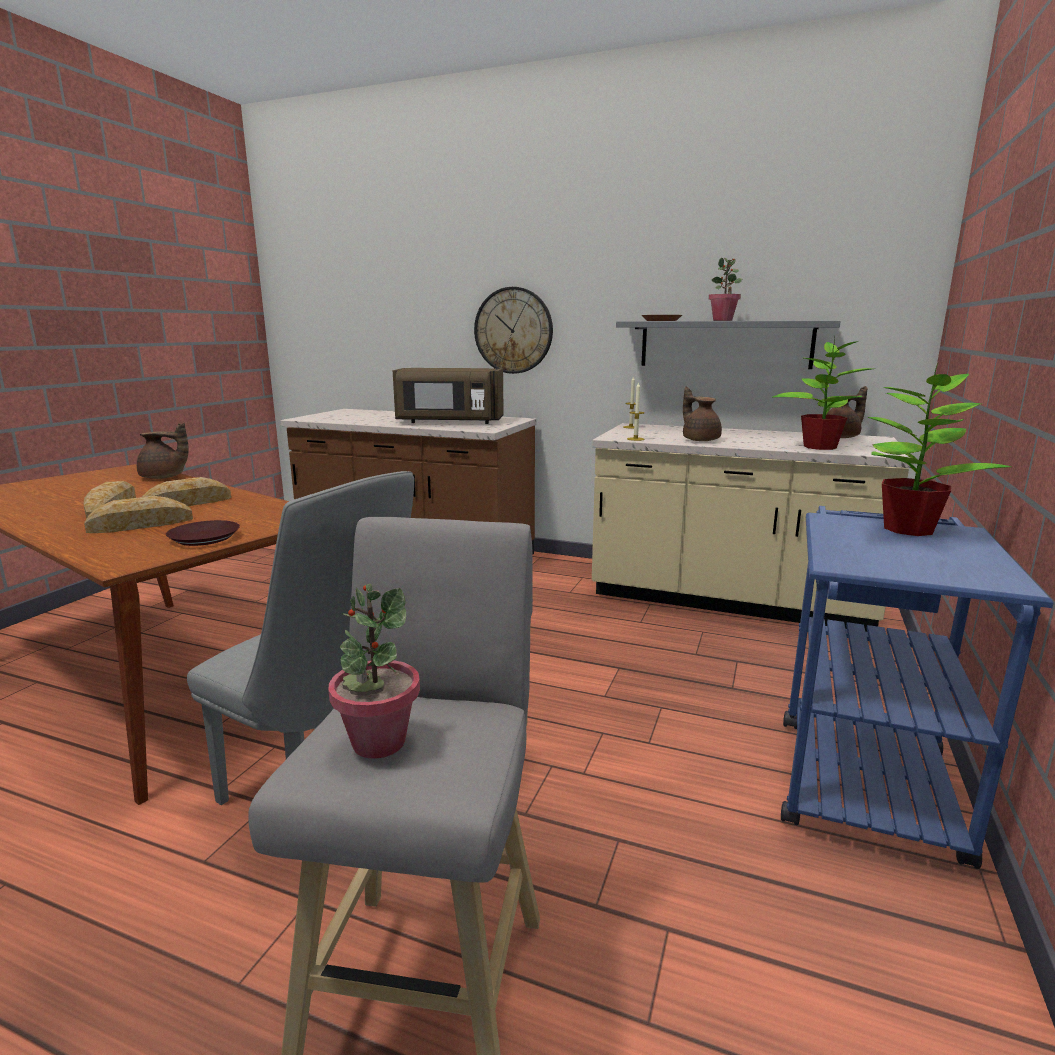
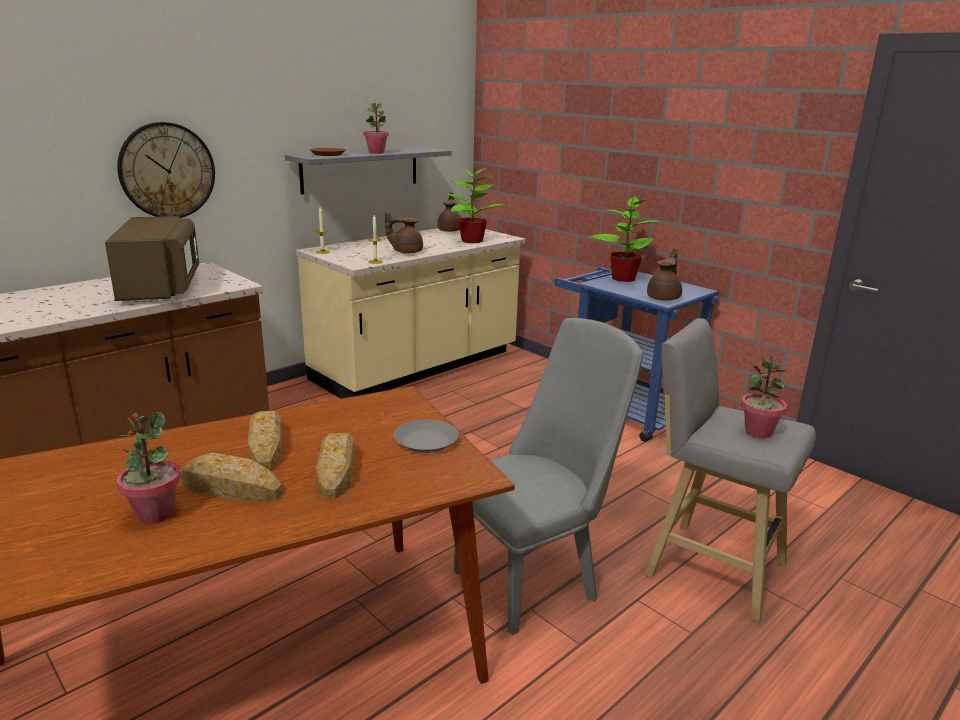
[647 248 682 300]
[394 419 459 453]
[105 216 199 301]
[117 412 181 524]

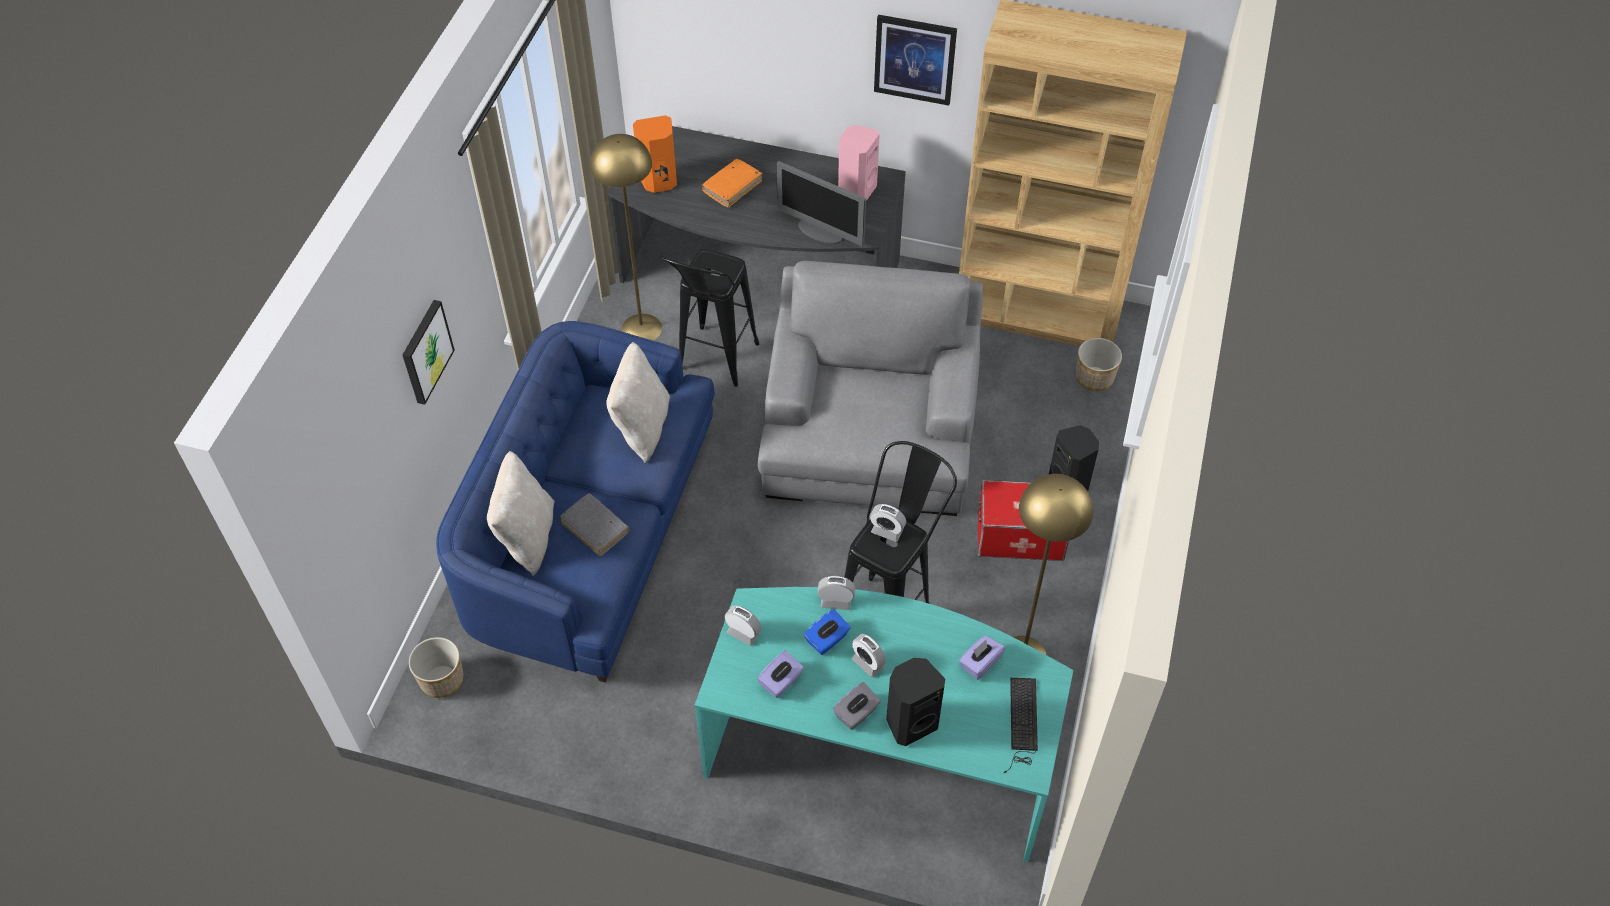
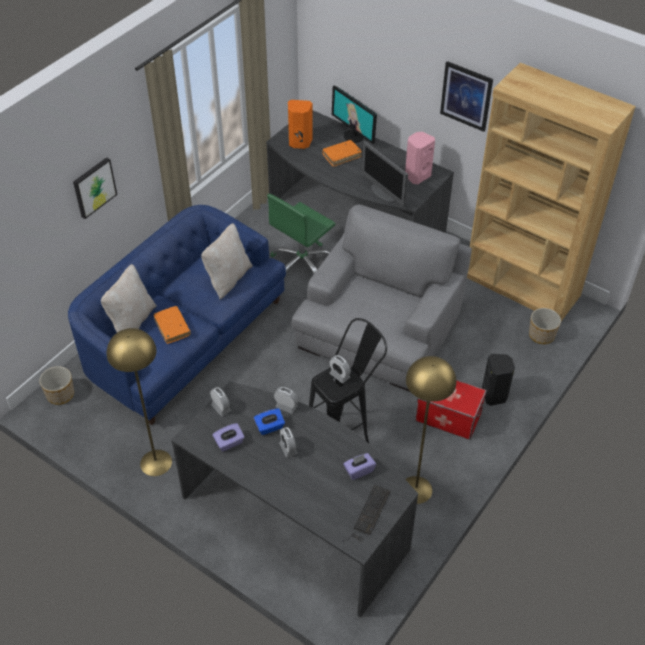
[154 306 191 344]
[107 328 172 476]
[267 194 336 273]
[171 381 418 618]
[833 682 881 730] (first image)
[886 658 945 746] (first image)
[332 85 377 144]

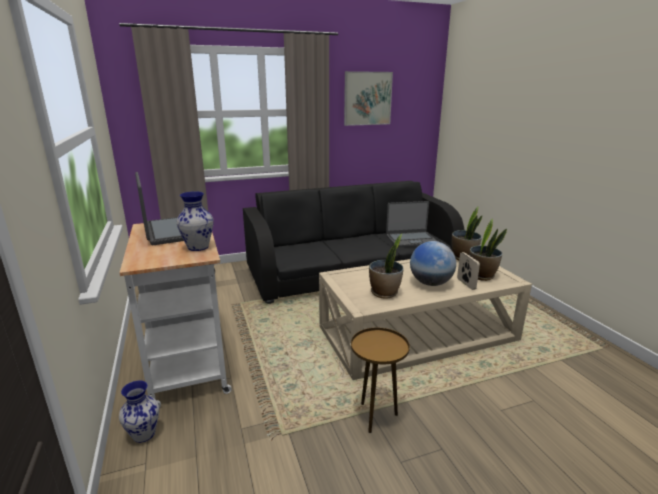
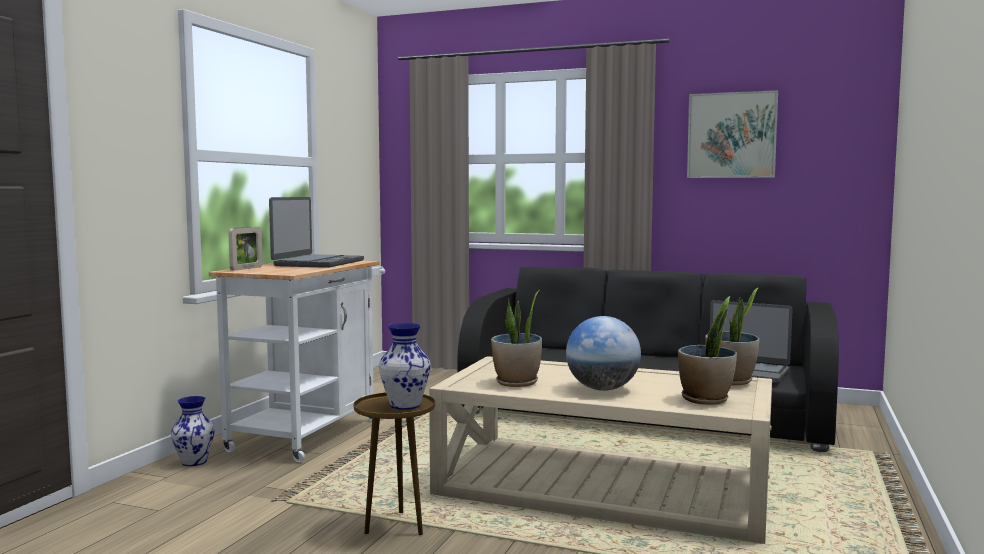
[379 323 431 410]
[228 227 263 270]

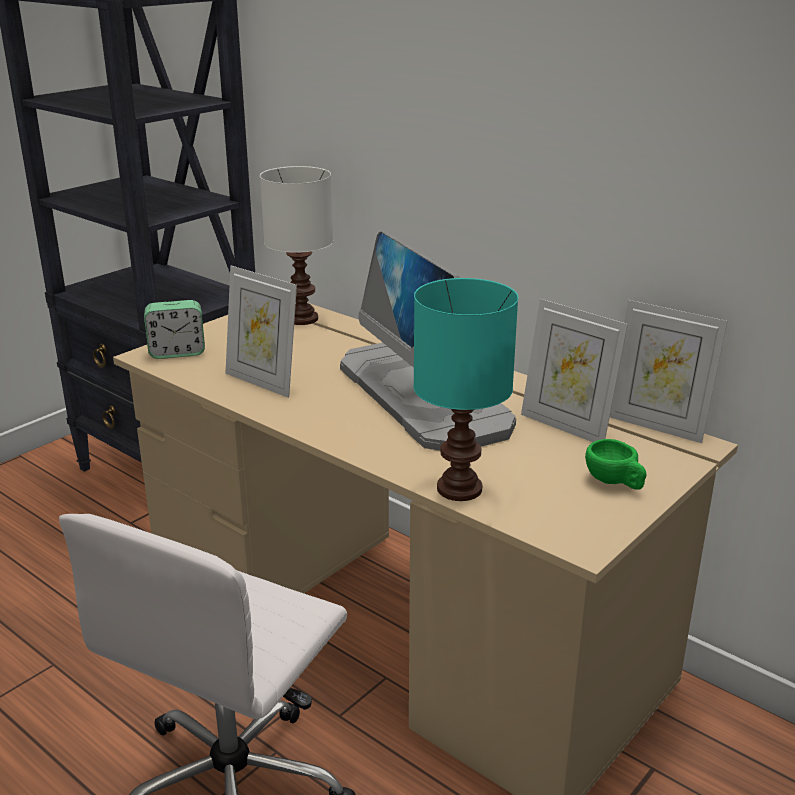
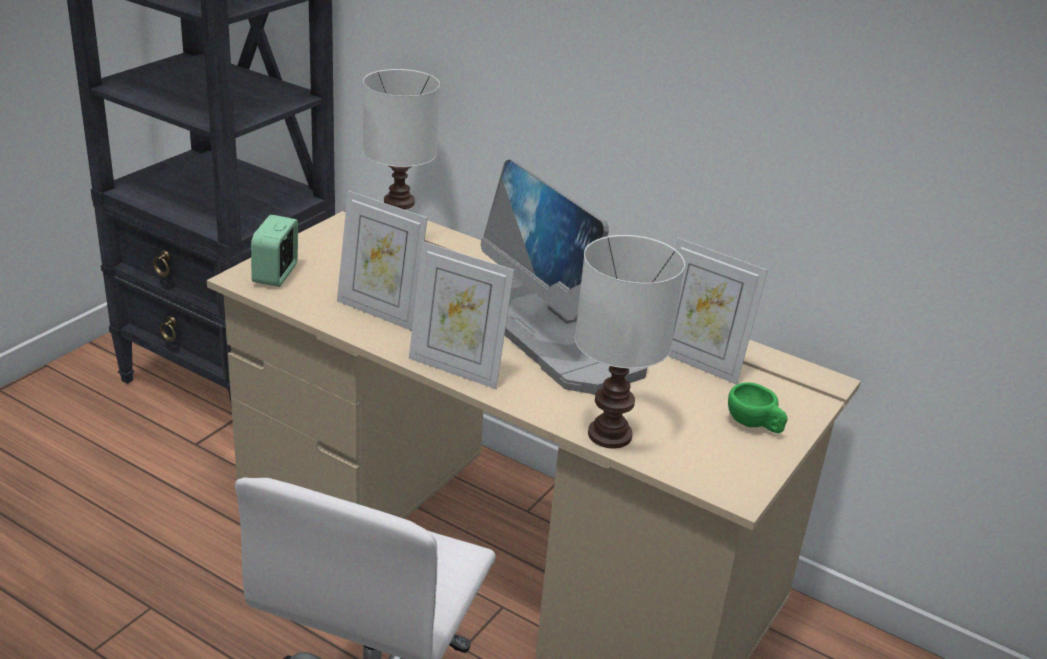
[251 215 298 287]
[575 235 685 449]
[409 242 514 389]

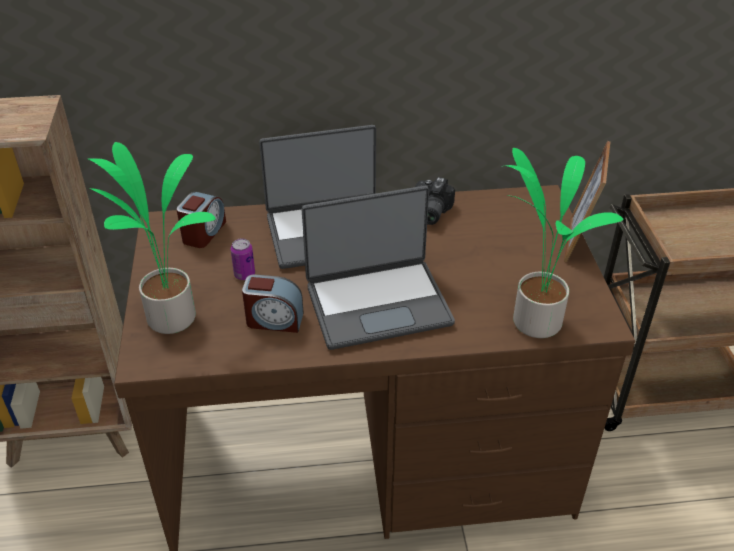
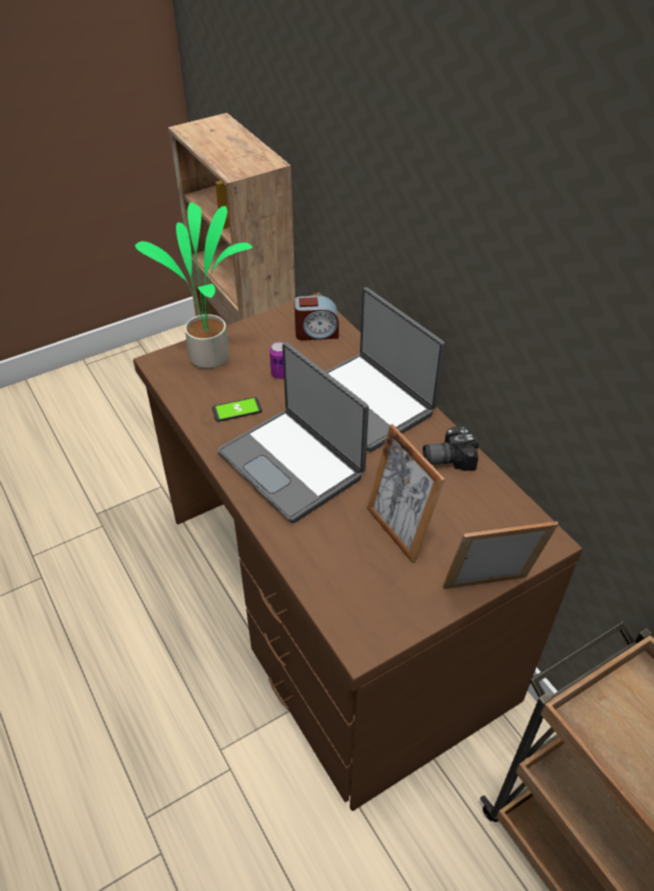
[212 397 262 422]
[501 148 623 338] (first image)
[366 424 445 563]

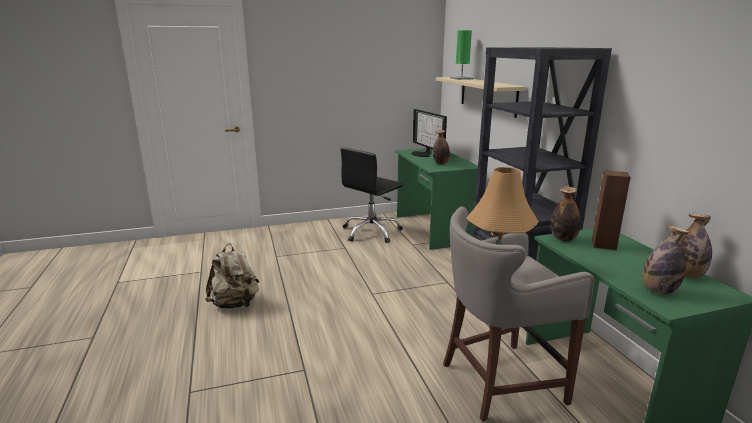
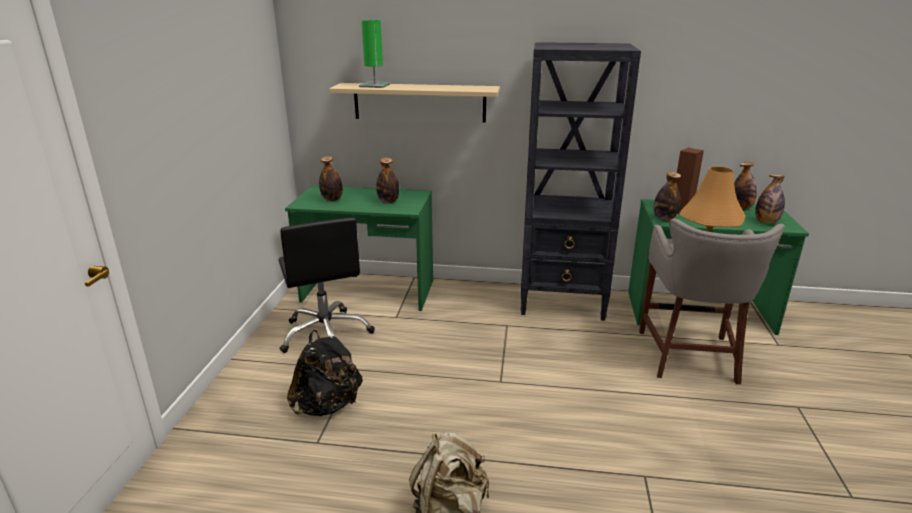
[319 156 343 201]
[287 330 363 416]

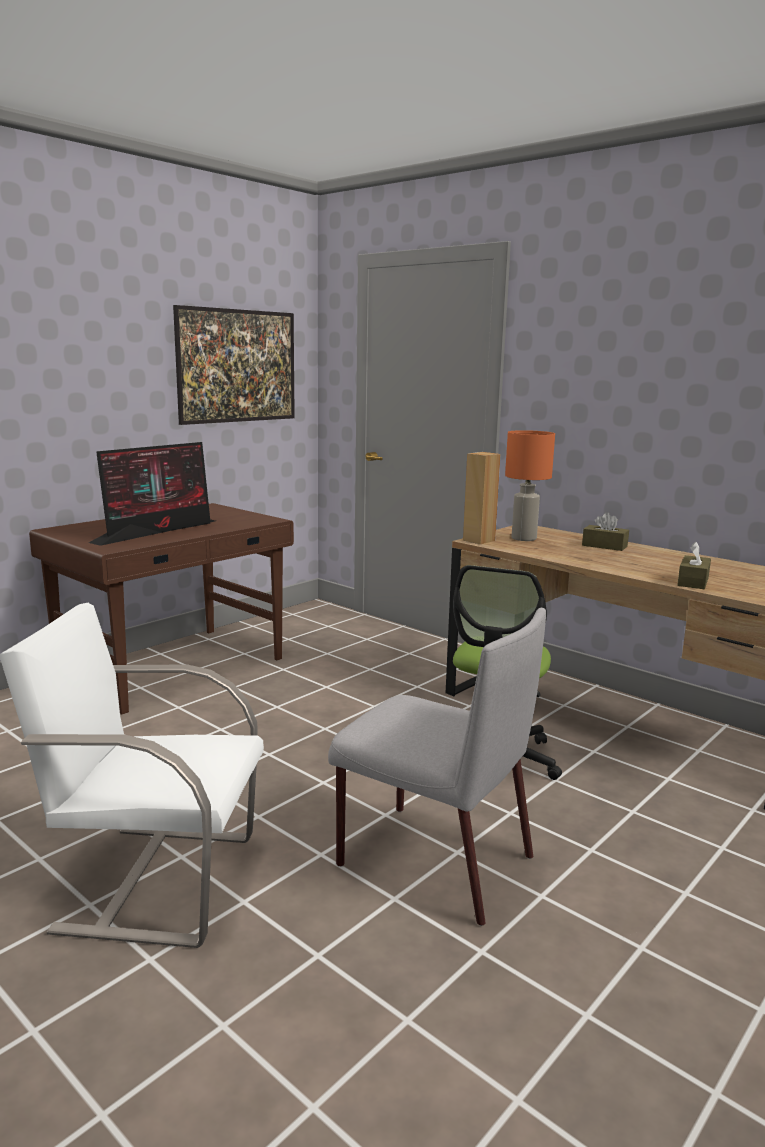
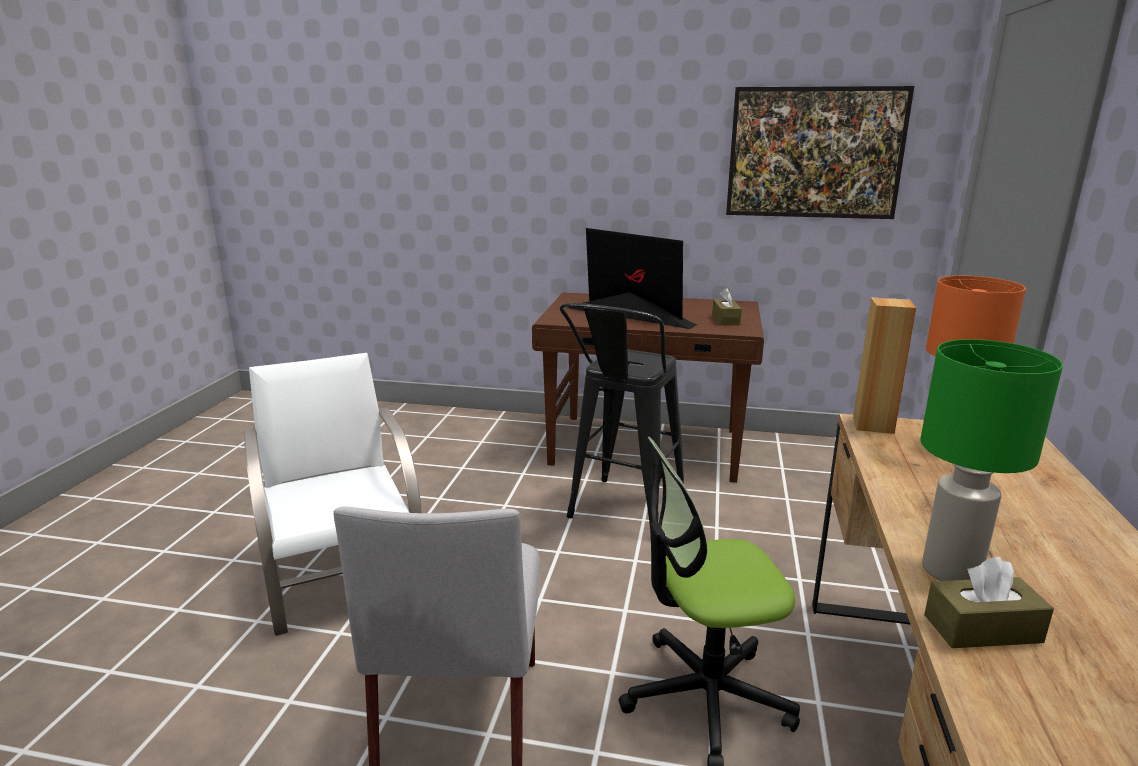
[567 228 697 329]
[712 288 742 325]
[560 303 684 524]
[920 339 1063 581]

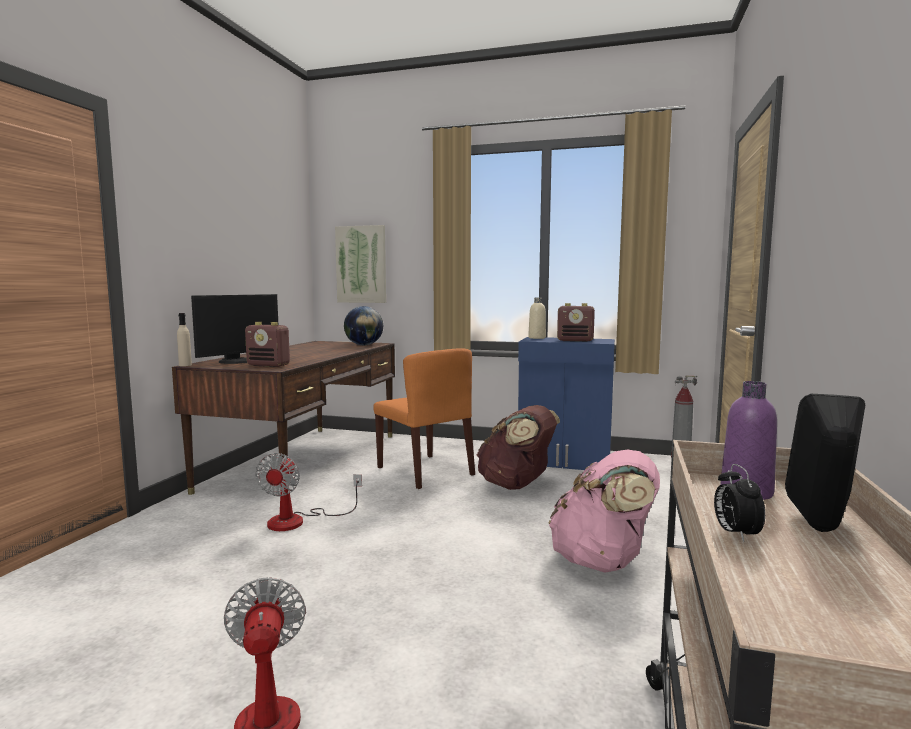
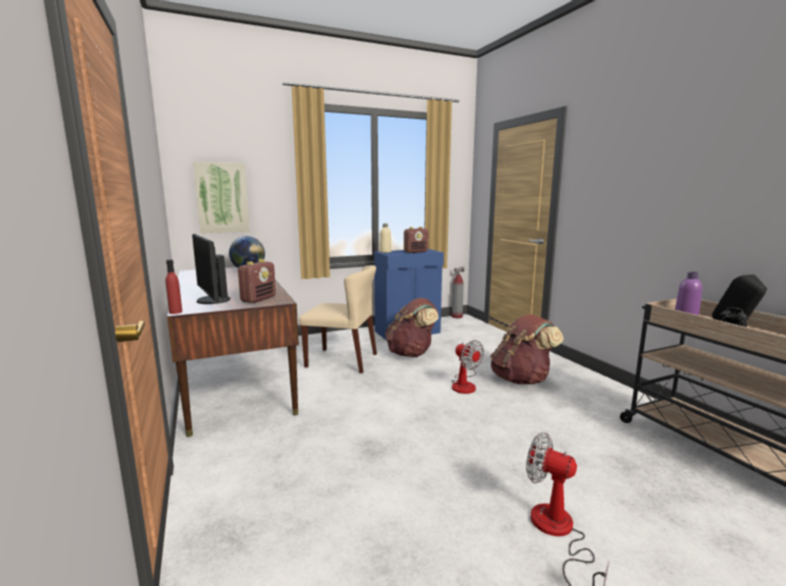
[166 260 182 314]
[192 234 230 304]
[238 259 276 303]
[451 340 484 394]
[299 265 377 373]
[490 314 564 384]

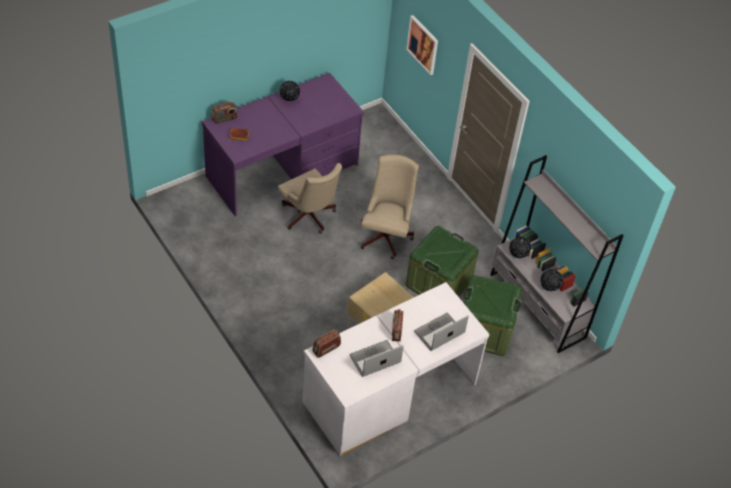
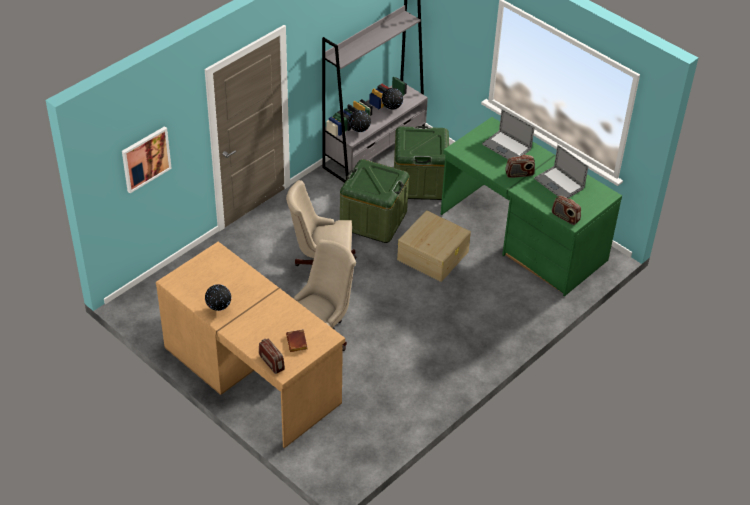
[156 242 345 448]
[441 117 622 296]

